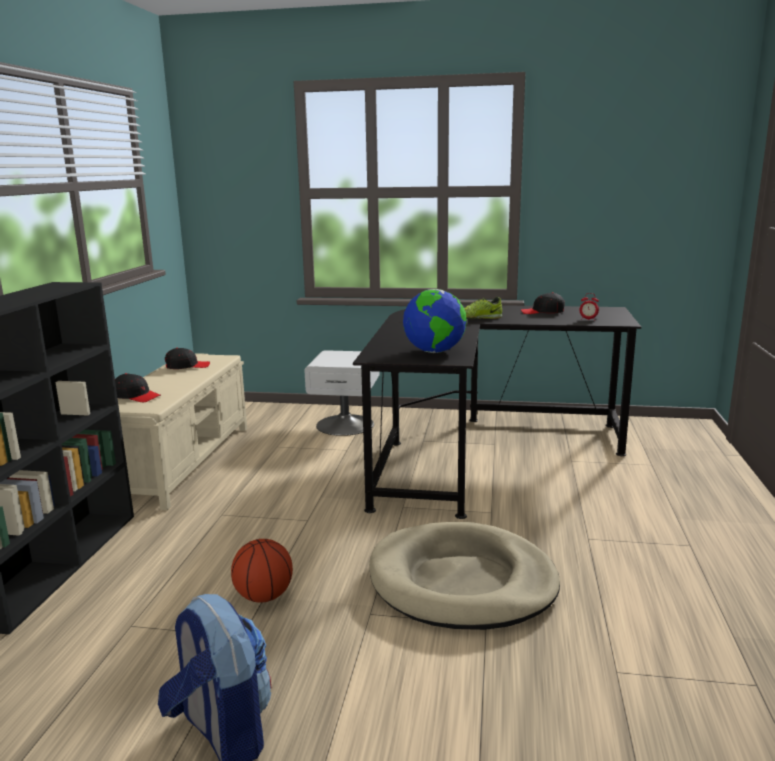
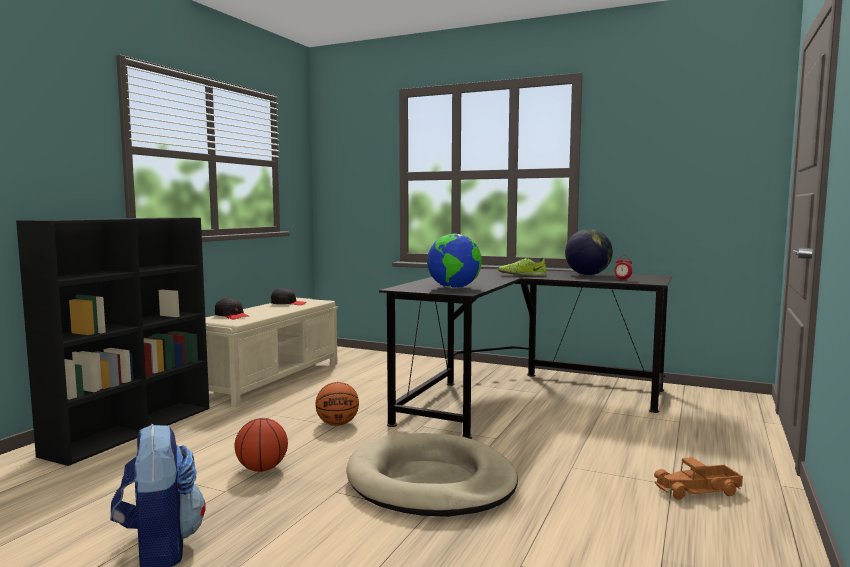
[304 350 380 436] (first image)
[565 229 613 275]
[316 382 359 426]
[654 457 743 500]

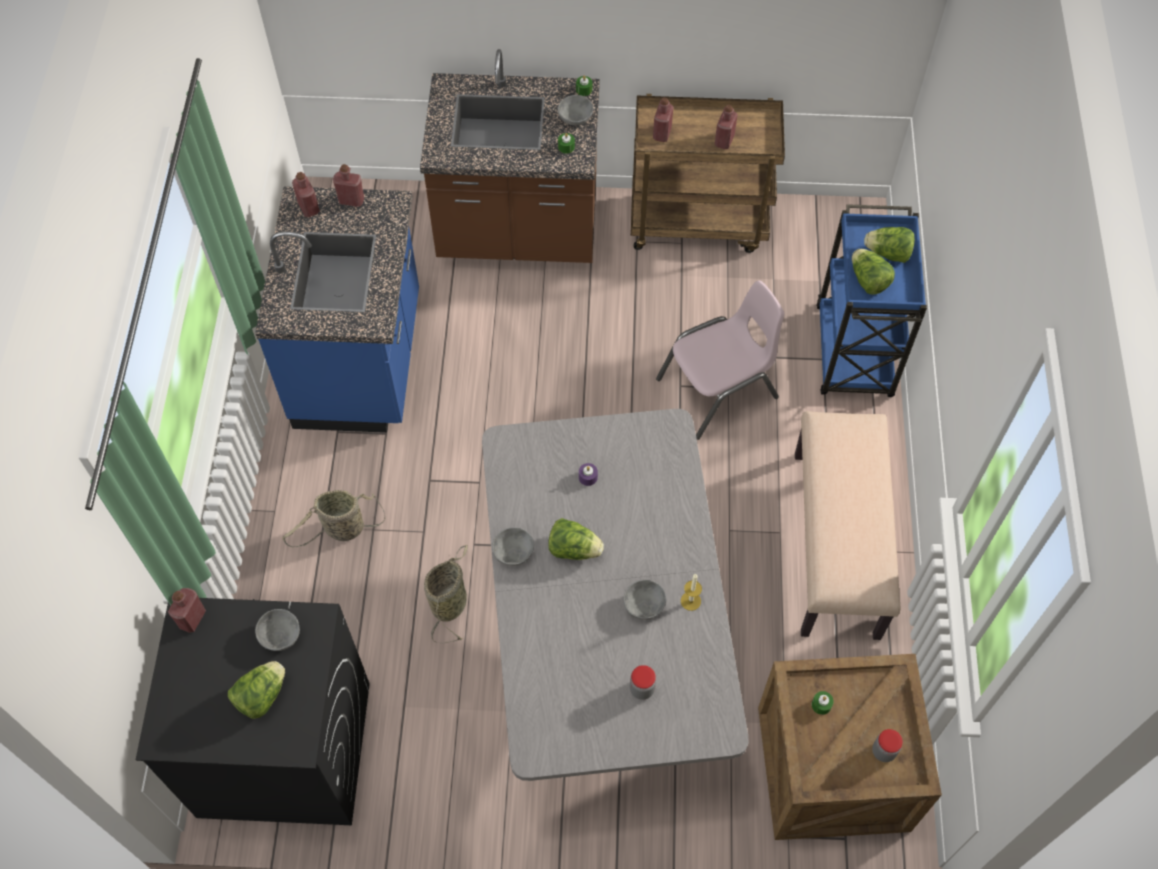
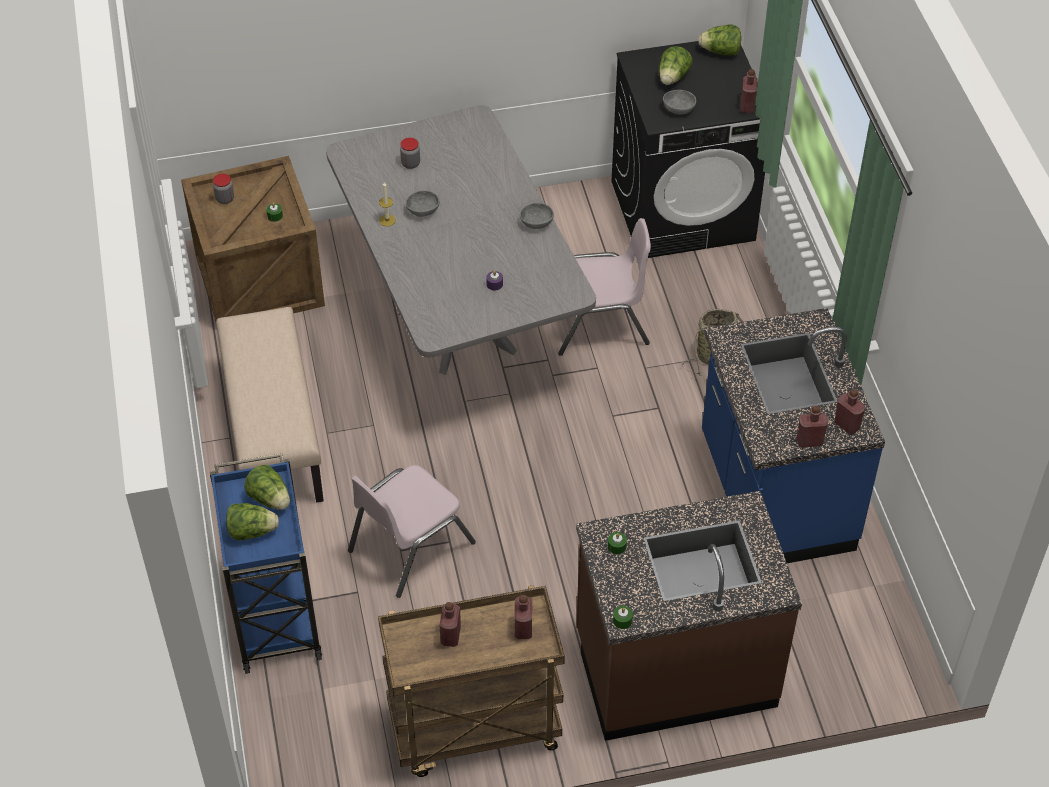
[558 218 651 356]
[698 25 741 55]
[558 95 593 125] (first image)

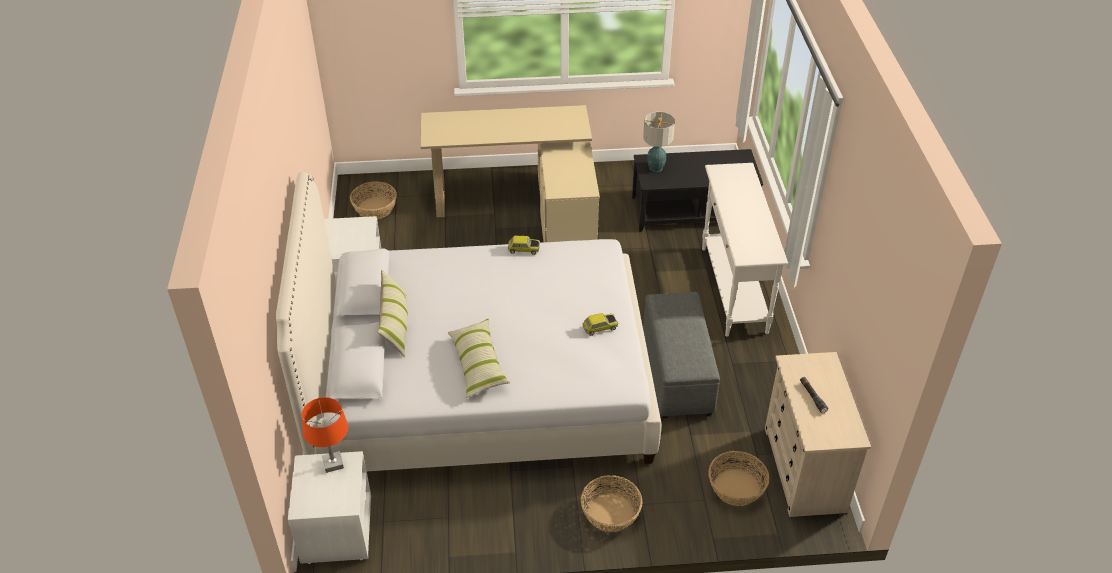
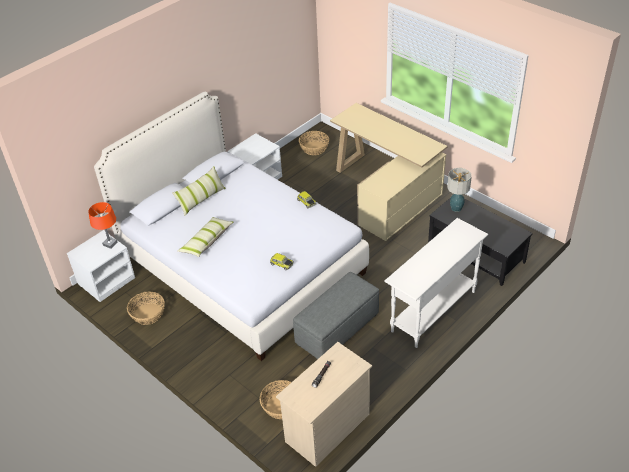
[127 292 165 325]

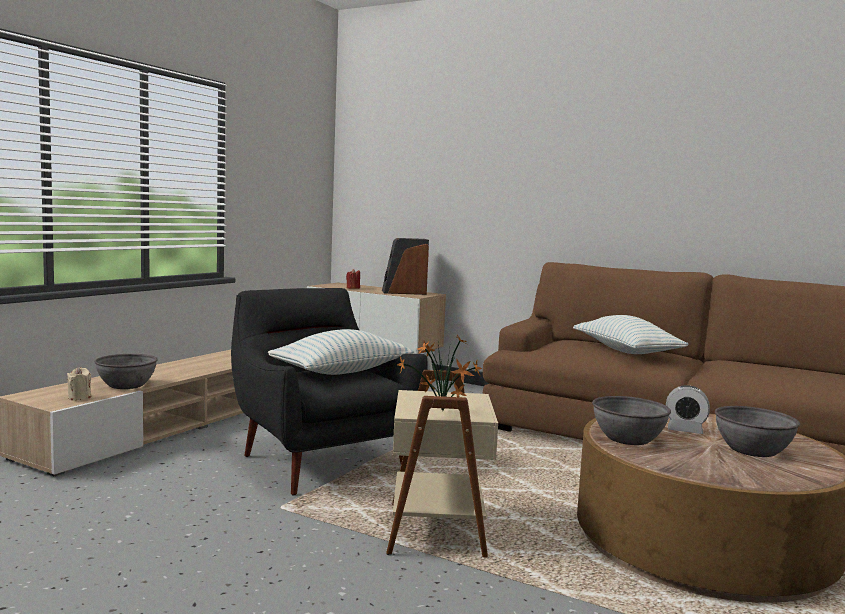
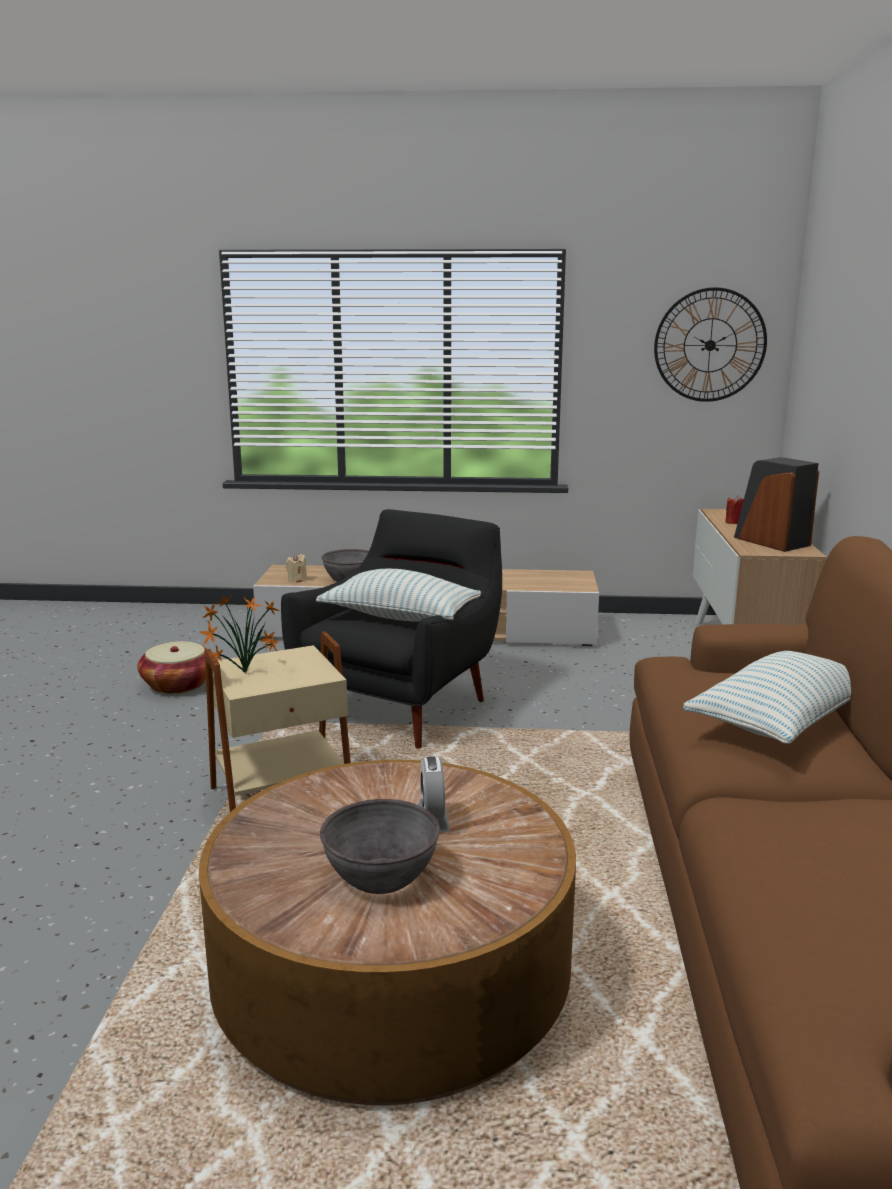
[592 396 671 445] (first image)
[137 641 206 694]
[654 287 767 402]

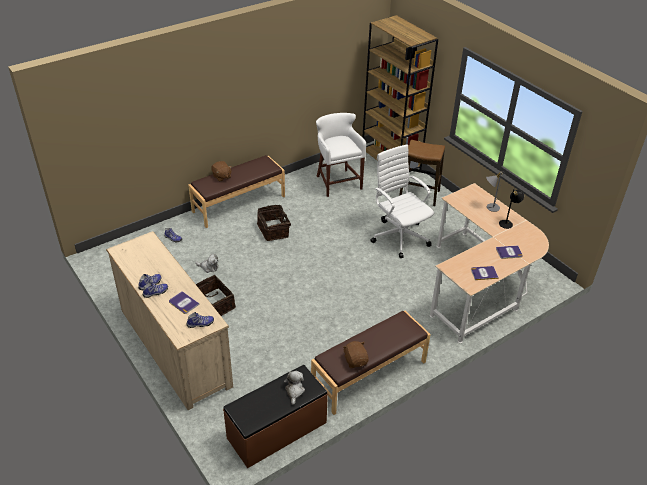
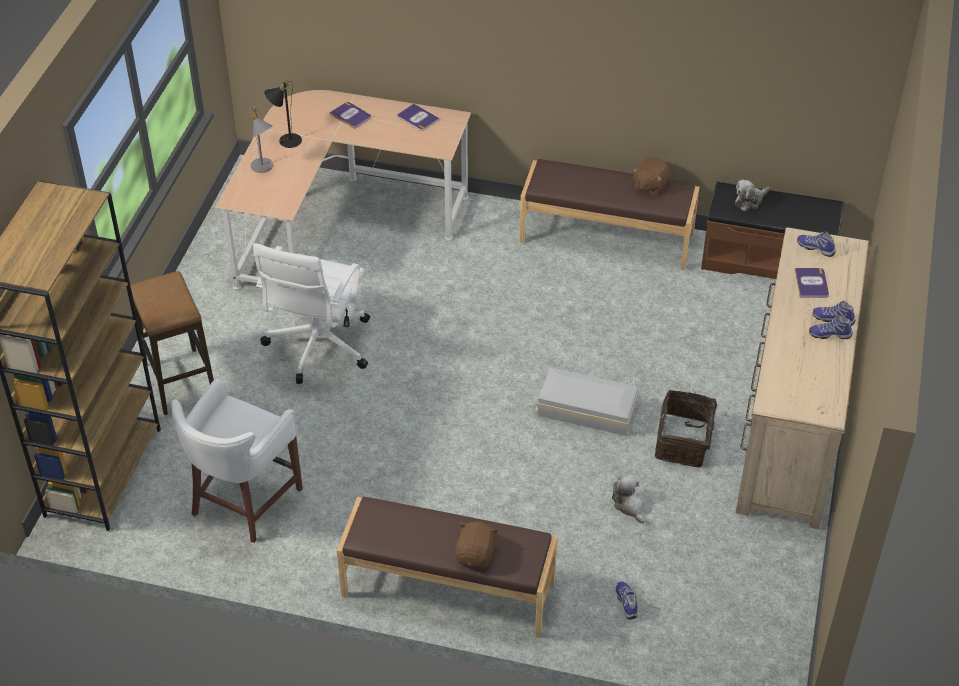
[257 205 291 241] (first image)
[537 367 639 436]

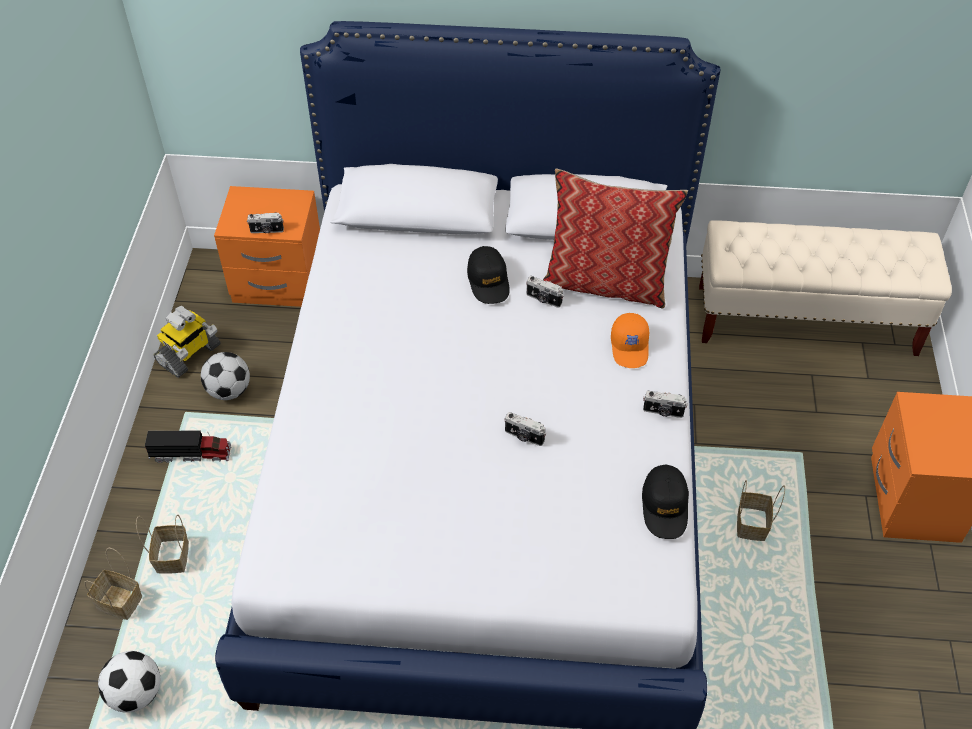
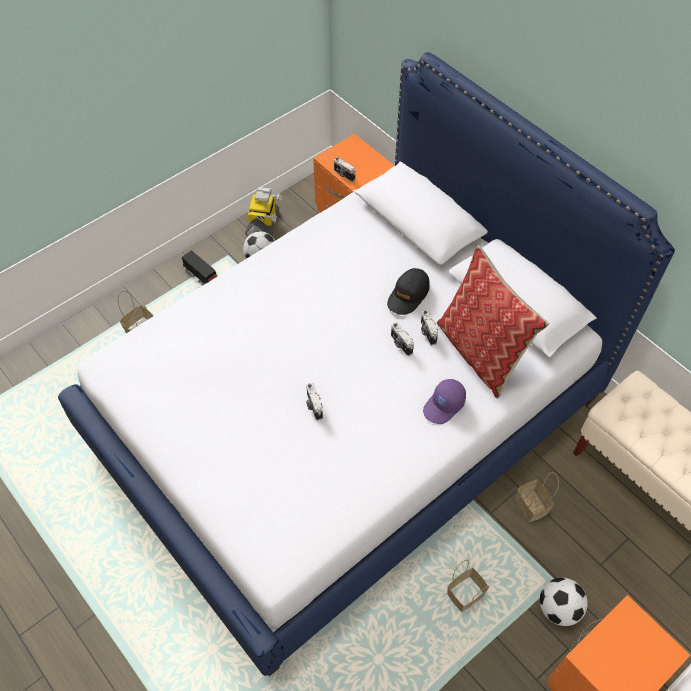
[515 472 559 522]
[539 578 588 626]
[245 187 282 236]
[423 379 466 424]
[642 465 689 539] (first image)
[391 322 414 356]

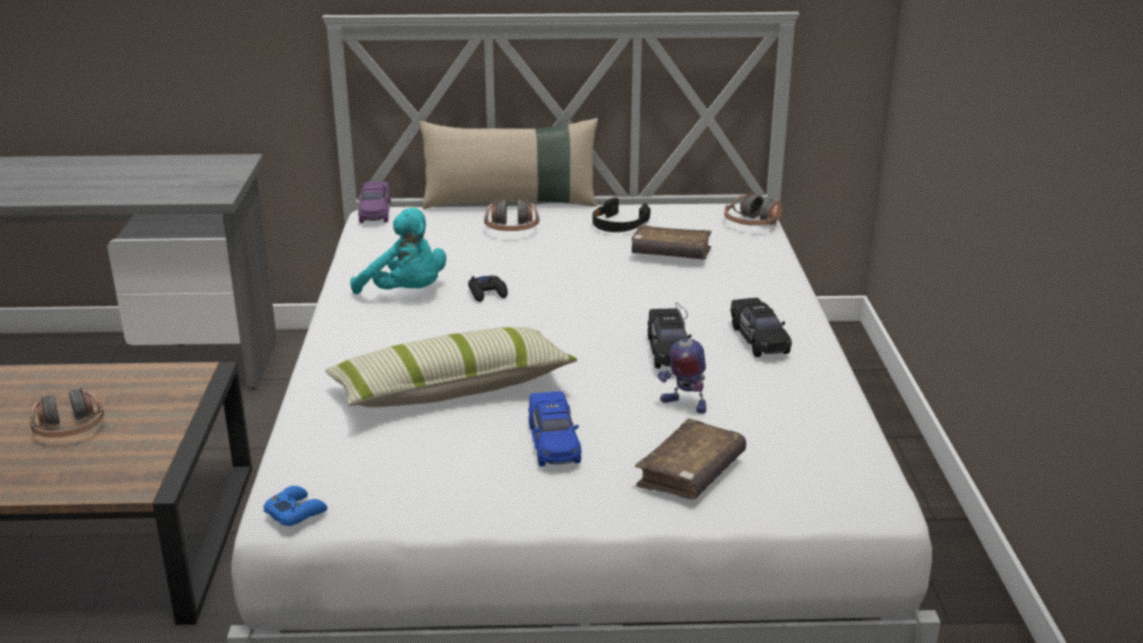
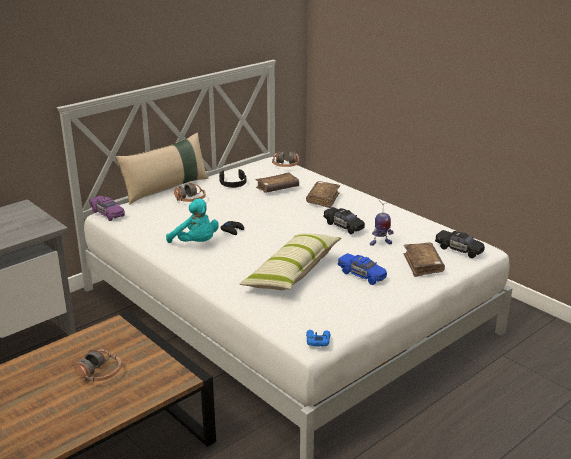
[166 198 219 243]
[435 230 485 258]
[306 181 340 208]

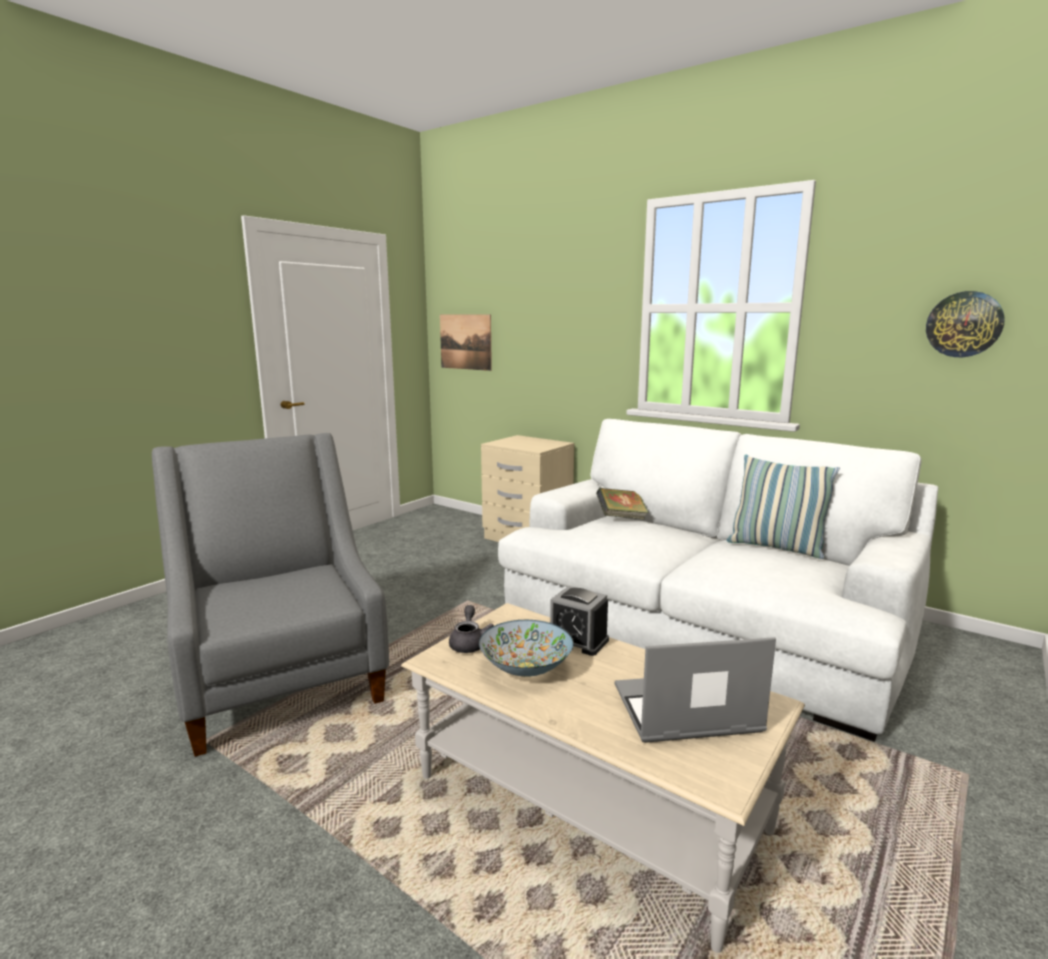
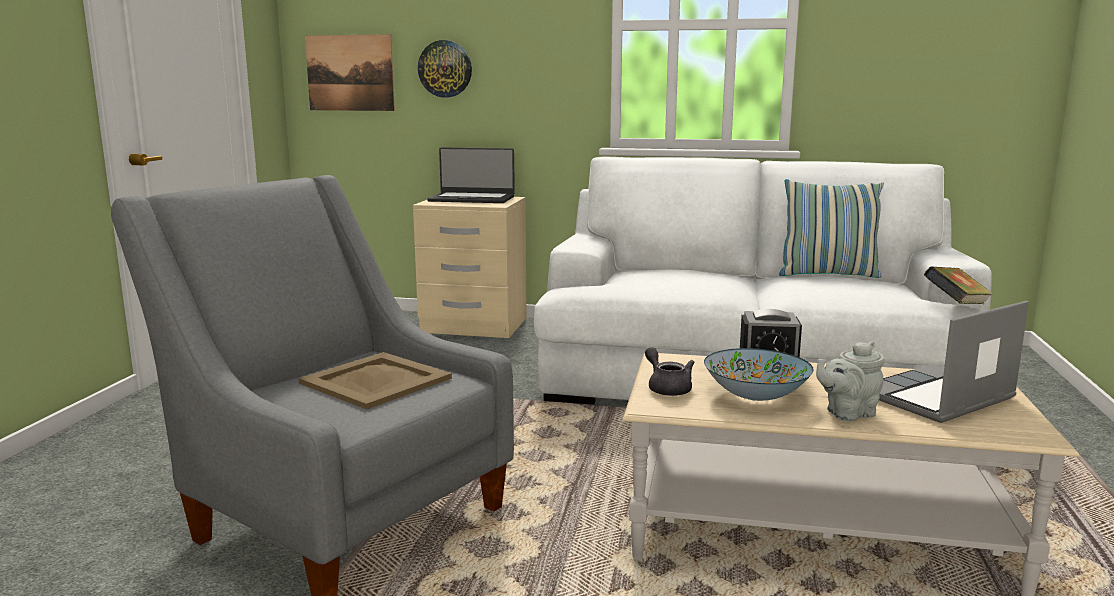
[924 266 993 304]
[418 40 472 97]
[298 352 452 409]
[427 147 515 203]
[816 342 885 421]

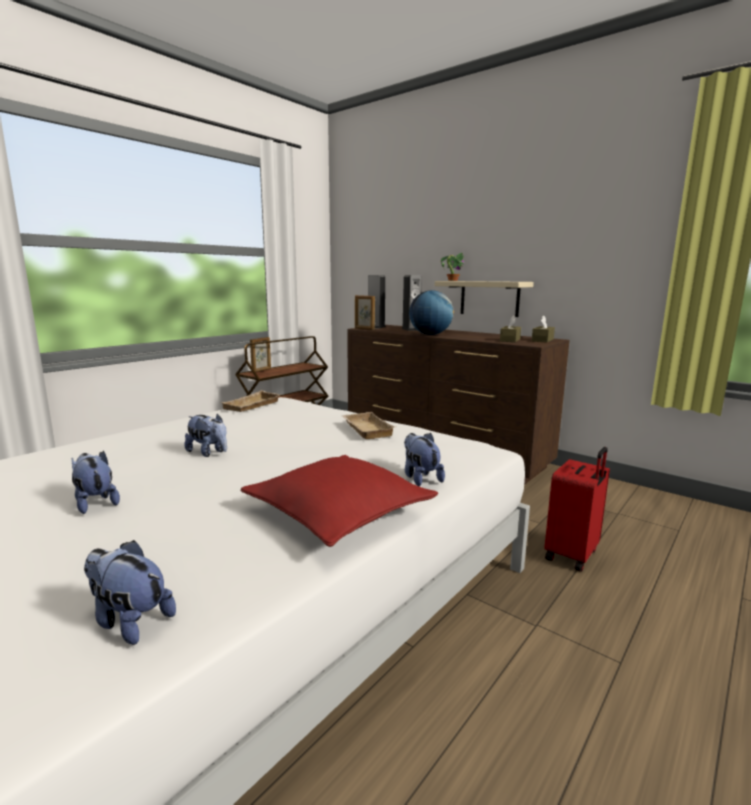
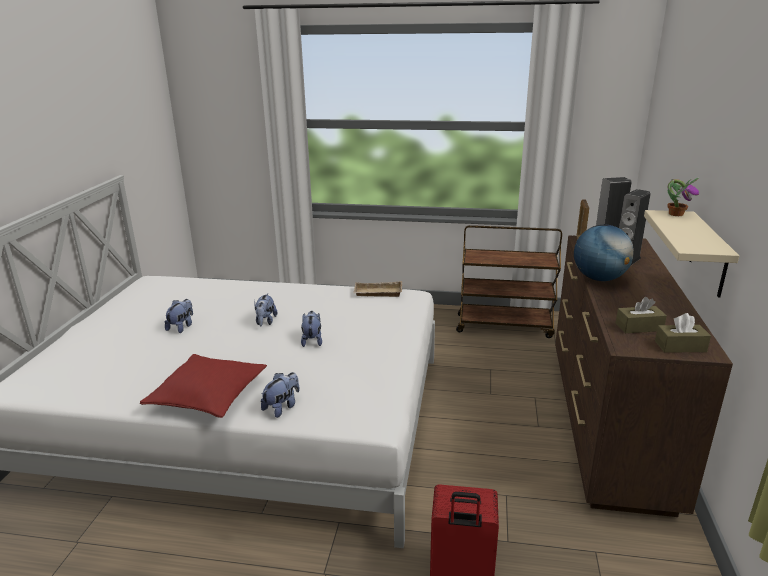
[301 311 322 347]
[250 337 271 373] (first image)
[342 412 396 439] (first image)

